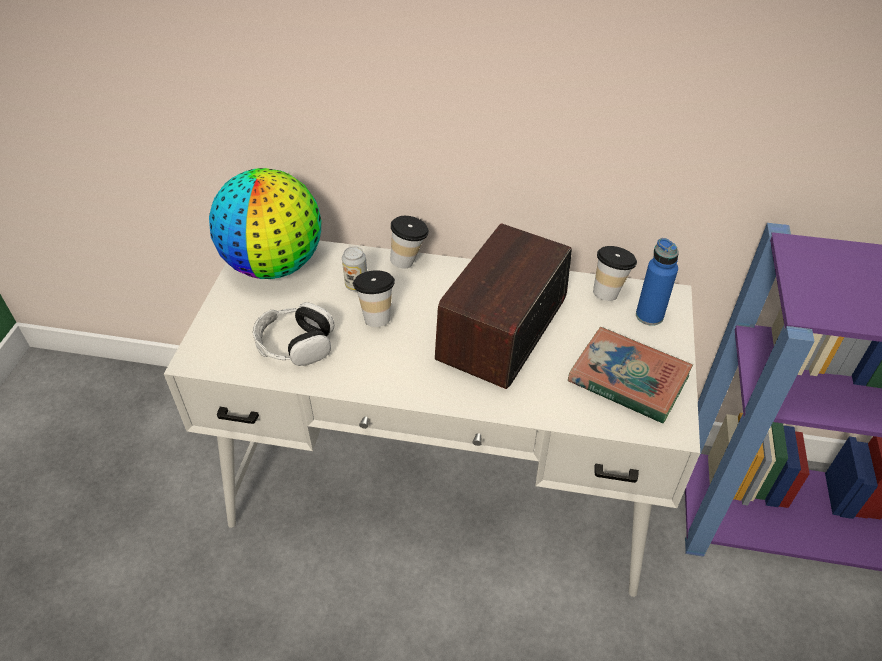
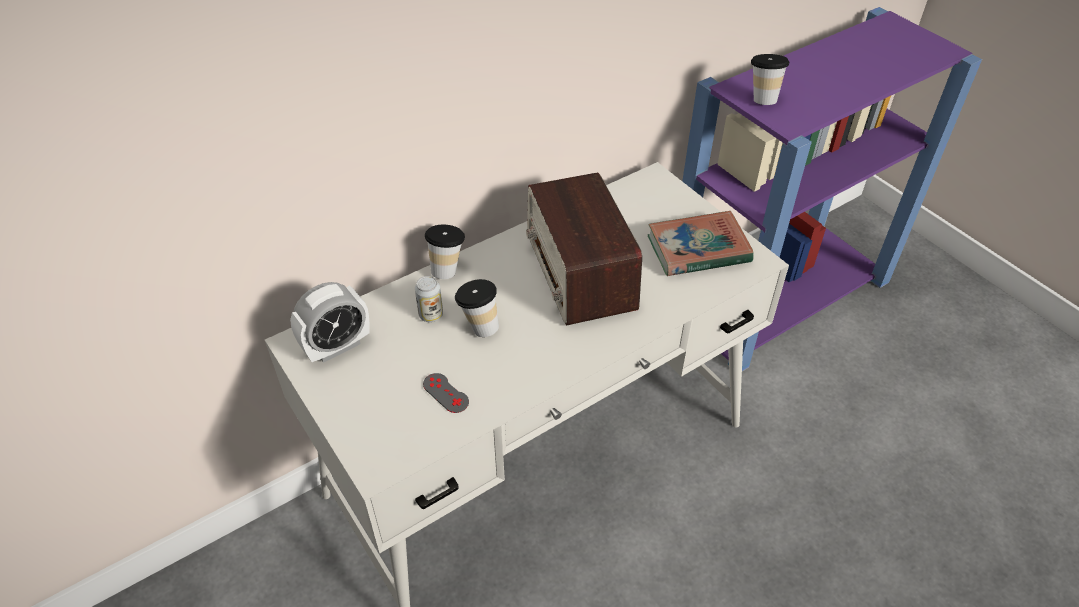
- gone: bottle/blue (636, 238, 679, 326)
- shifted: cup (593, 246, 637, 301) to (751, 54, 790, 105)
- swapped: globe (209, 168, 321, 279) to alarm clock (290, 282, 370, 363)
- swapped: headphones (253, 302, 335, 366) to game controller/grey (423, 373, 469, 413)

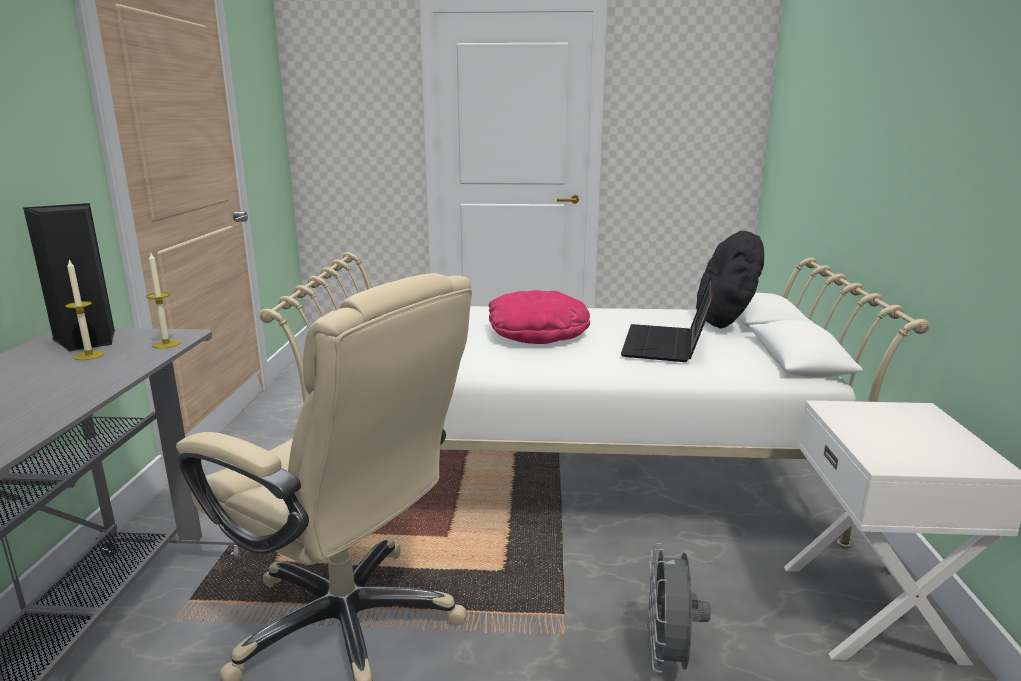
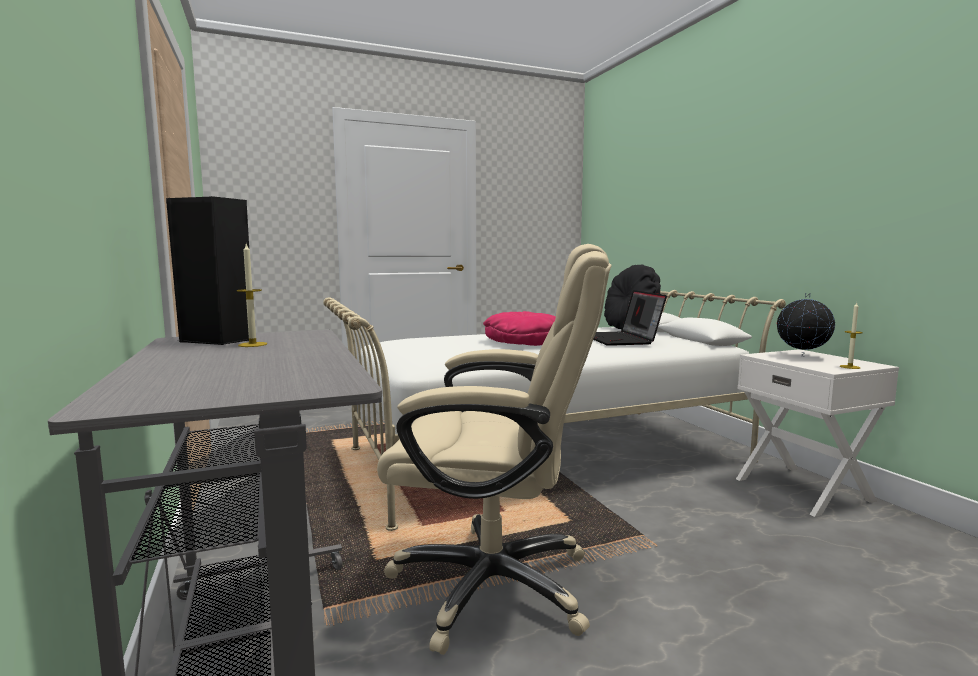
- gone: fan/grey (647, 543, 711, 673)
- new: globe (776, 293, 835, 357)
- shifted: candle (146, 253, 180, 349) to (840, 303, 863, 369)

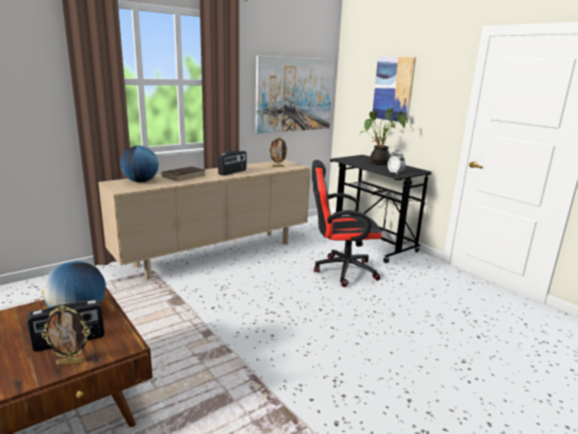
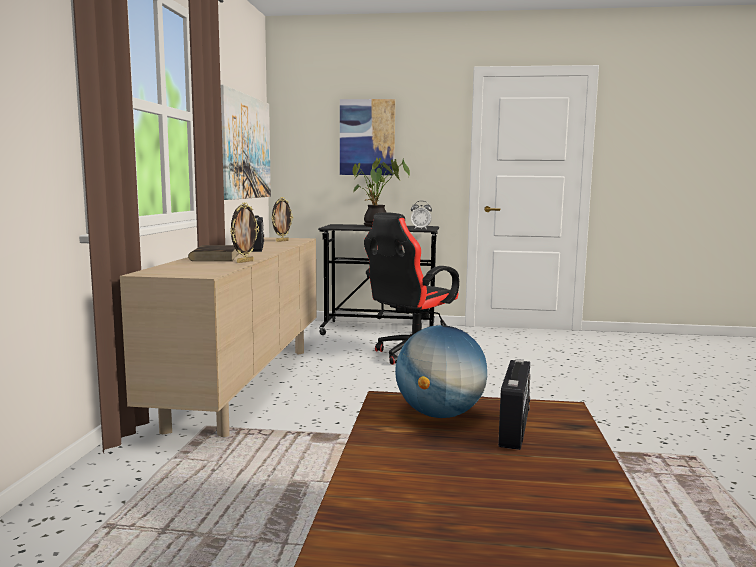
- gone: globe (120, 146, 159, 182)
- shifted: picture frame (41, 306, 90, 365) to (230, 202, 259, 263)

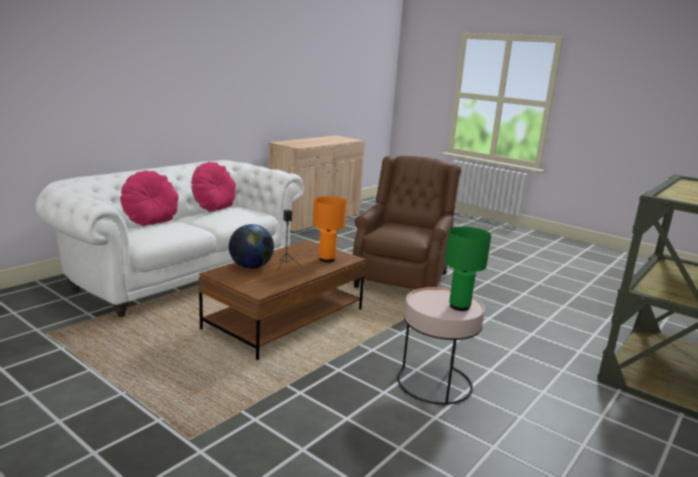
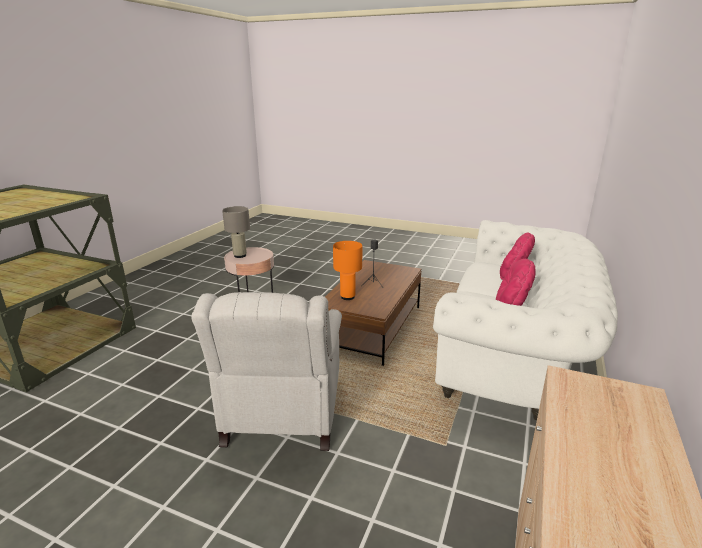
- gone: globe (229, 224, 274, 269)
- repainted: armchair/brown (353, 156, 461, 289) to armchair/white (191, 292, 342, 451)
- repainted: table lamp/green (445, 226, 491, 311) to table lamp/grey (222, 206, 250, 258)

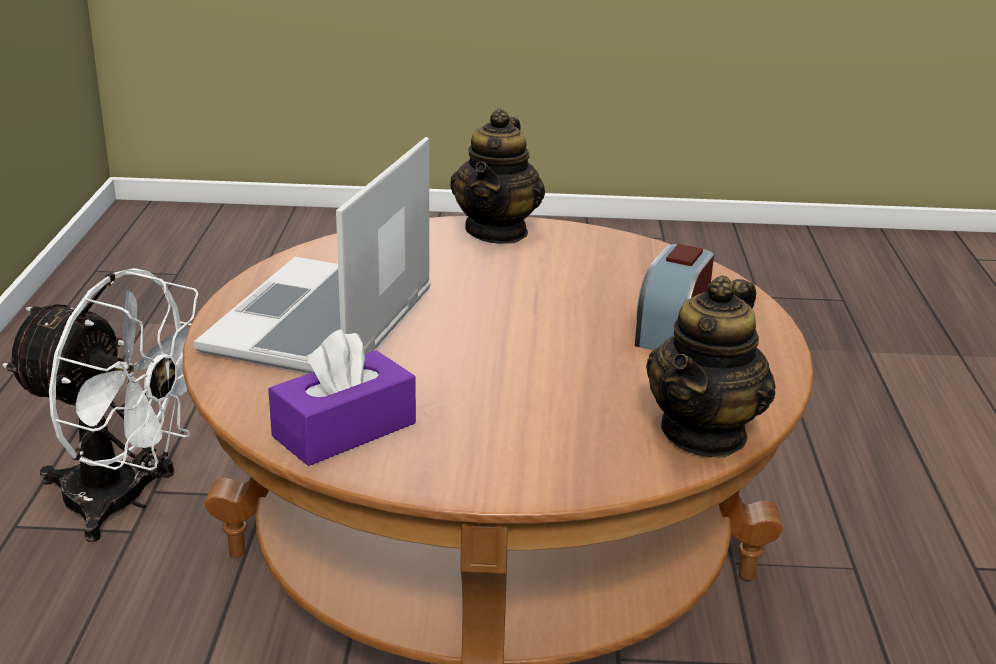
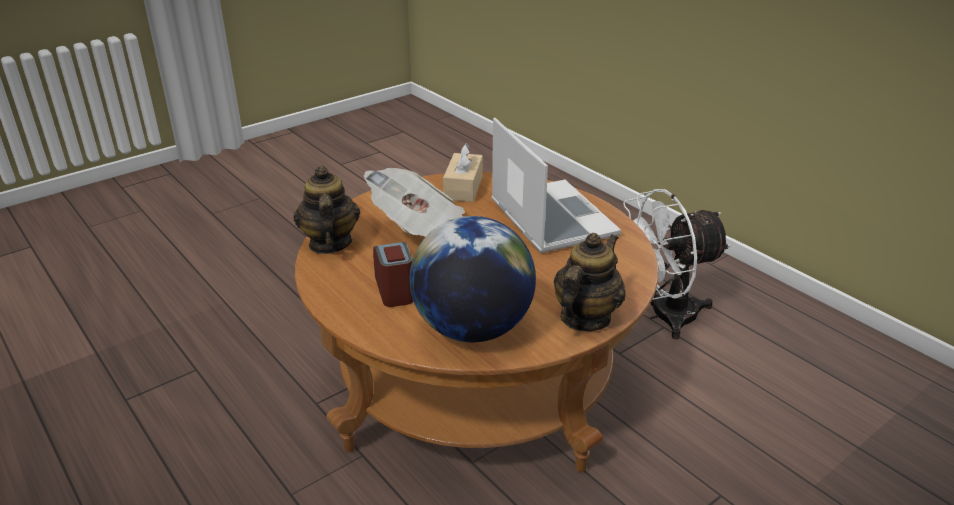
- new: newspaper (364, 168, 465, 237)
- new: globe (410, 216, 536, 342)
- repainted: tissue box/purple (268, 329, 416, 466) to tissue box/beige (443, 144, 483, 202)
- rotated: teapot (450, 108, 545, 244) = (554, 233, 626, 331) 60 degrees clockwise

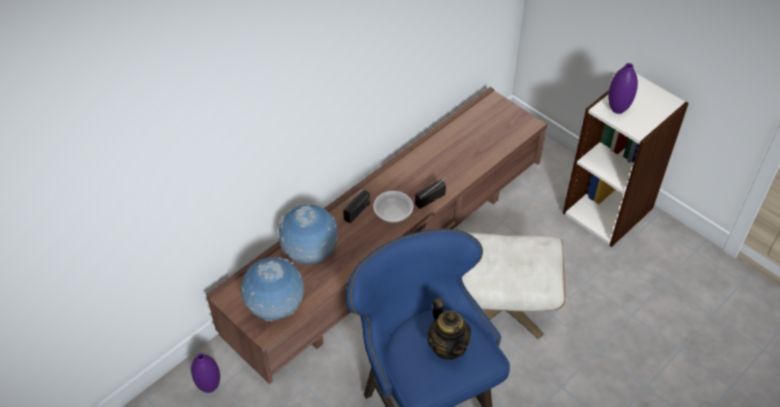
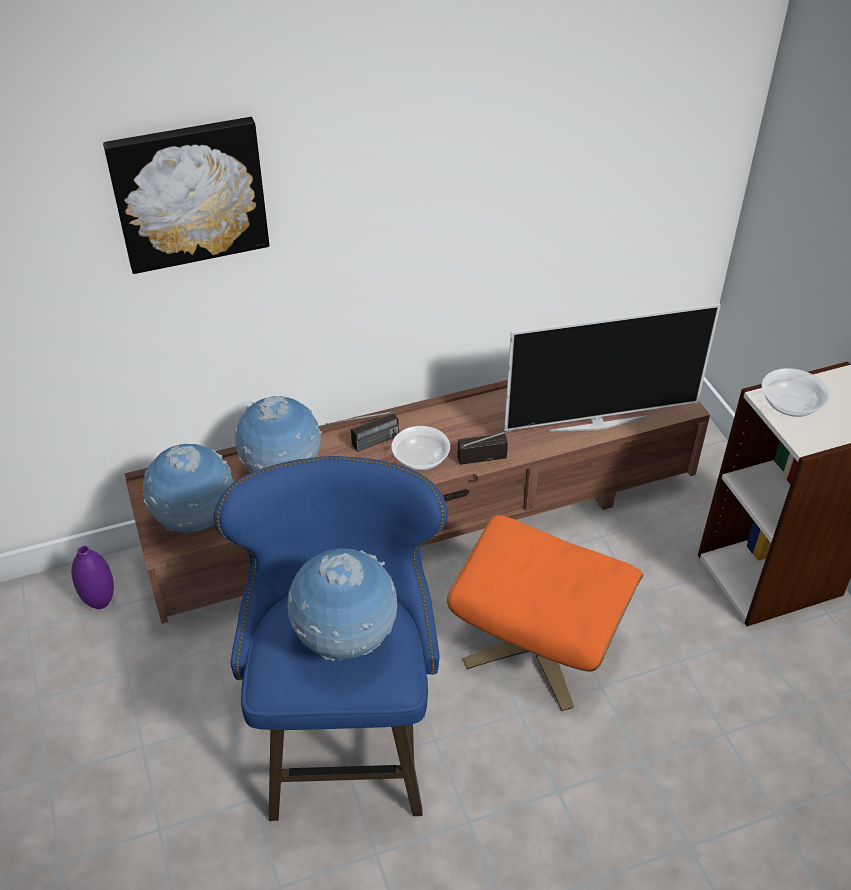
- new: picture (103, 117, 269, 274)
- new: television (504, 304, 721, 432)
- swapped: teapot (427, 298, 471, 360) to globe (287, 548, 397, 661)
- swapped: vase/purple (608, 63, 638, 114) to bowl (762, 368, 829, 417)
- repainted: ottoman/beige (462, 233, 565, 339) to ottoman/orange (447, 515, 643, 711)

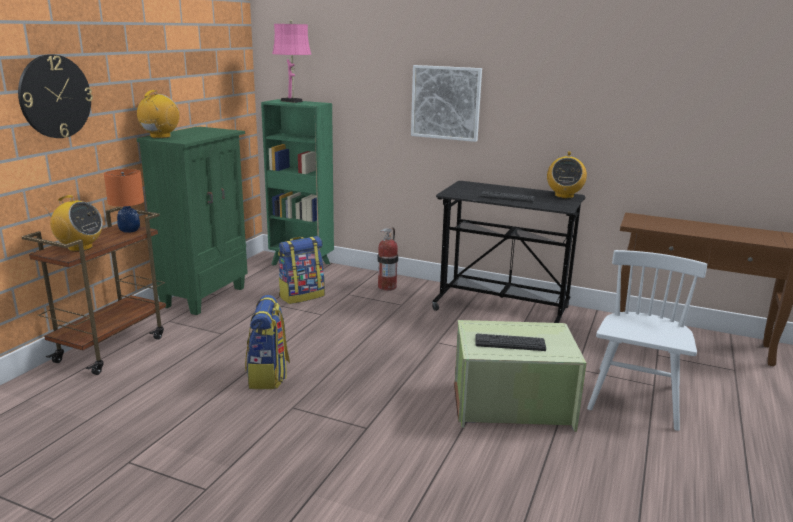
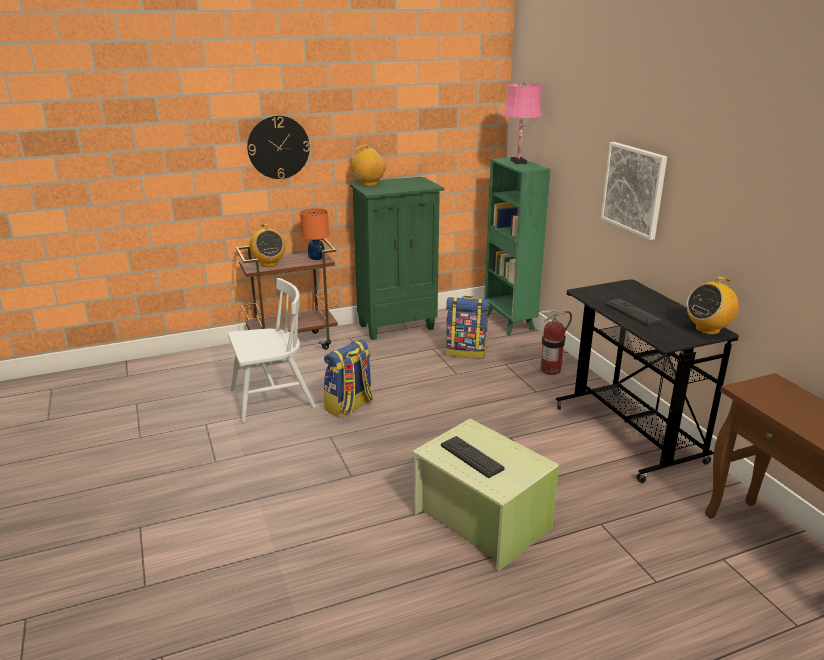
- shifted: chair/white (587, 250, 707, 431) to (228, 278, 316, 423)

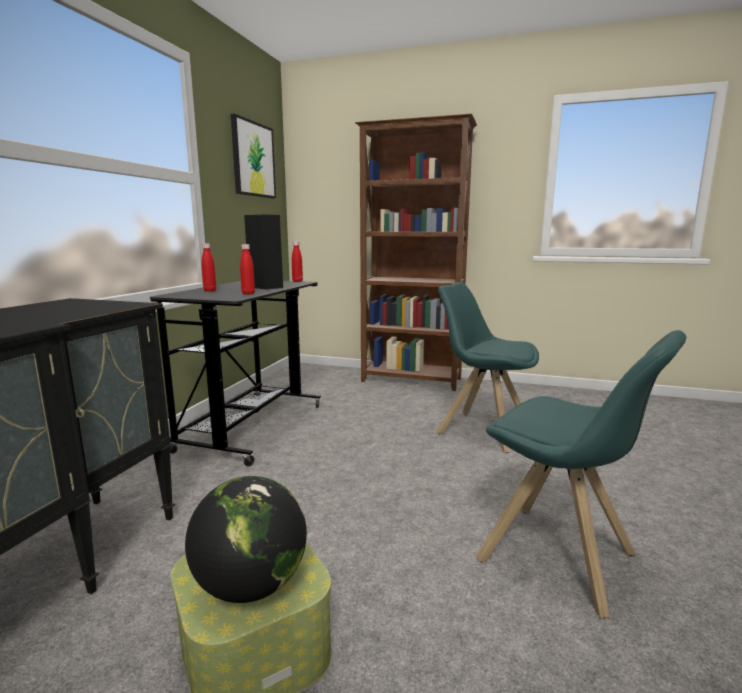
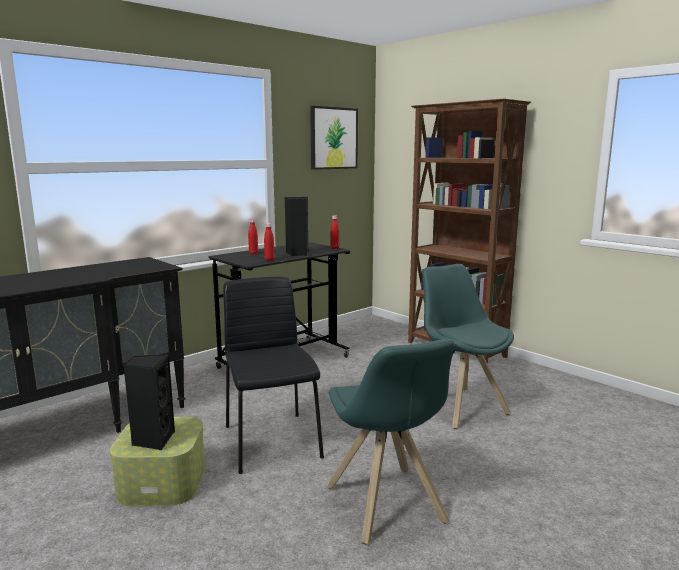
- new: chair/black (223, 277, 324, 474)
- swapped: globe (185, 476, 307, 603) to speaker/black (124, 354, 175, 450)

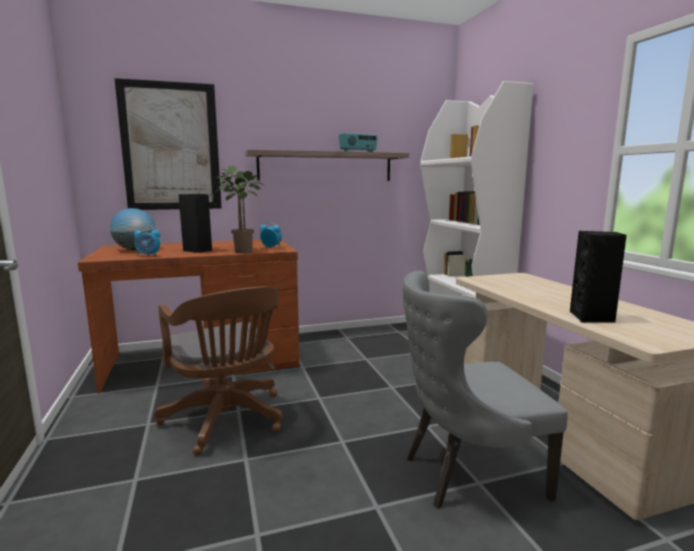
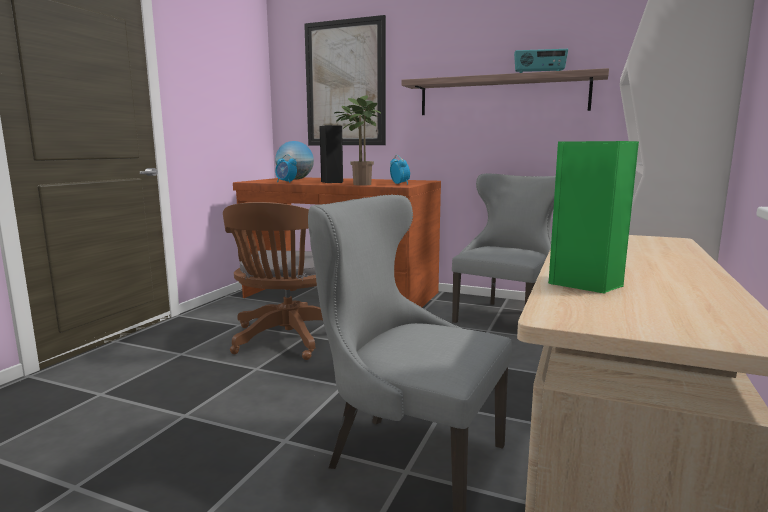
- new: chair/grey (452, 173, 556, 323)
- repainted: speaker/black (570, 231, 627, 323) to speaker/green (549, 141, 639, 294)

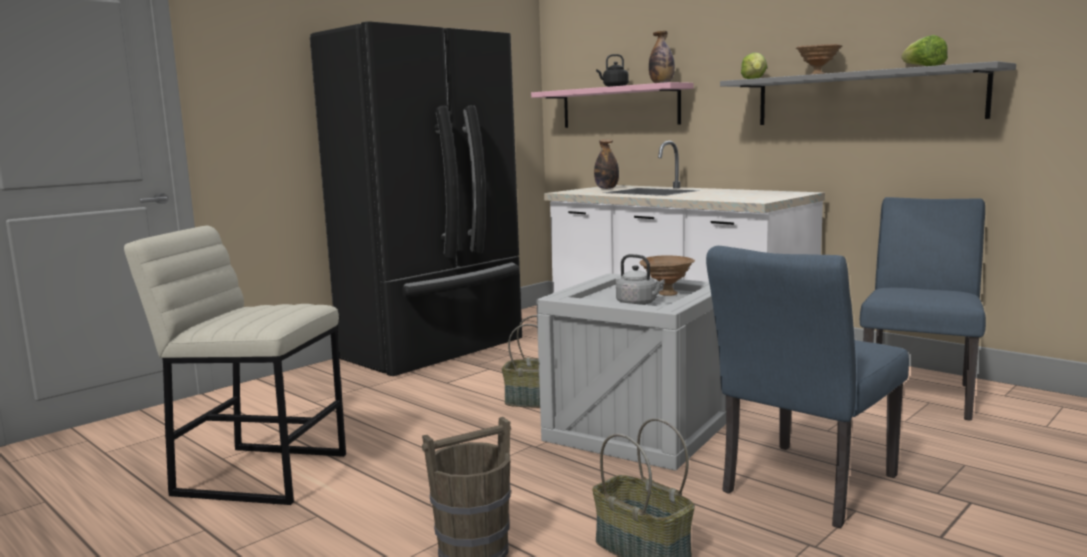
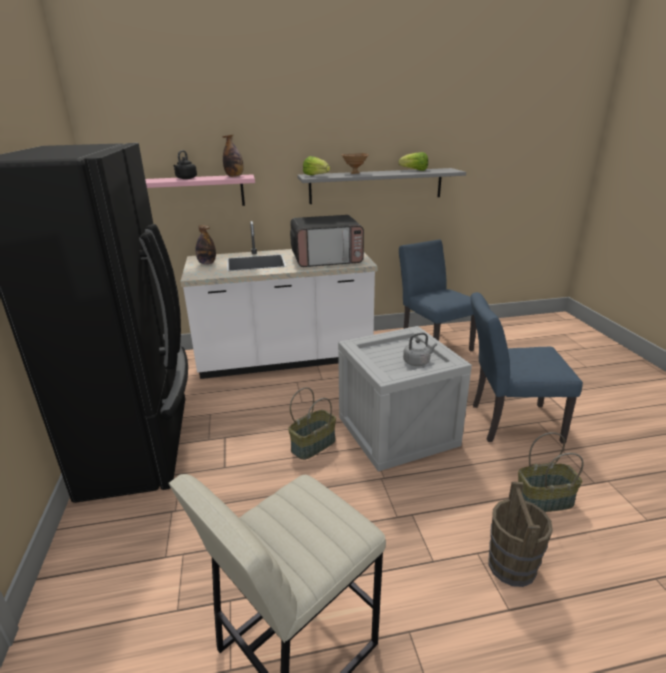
- gone: bowl/brown (640, 255, 695, 296)
- new: microwave (290, 215, 364, 267)
- rotated: chair/blue (706, 246, 909, 528) = (471, 292, 583, 443) 105 degrees clockwise

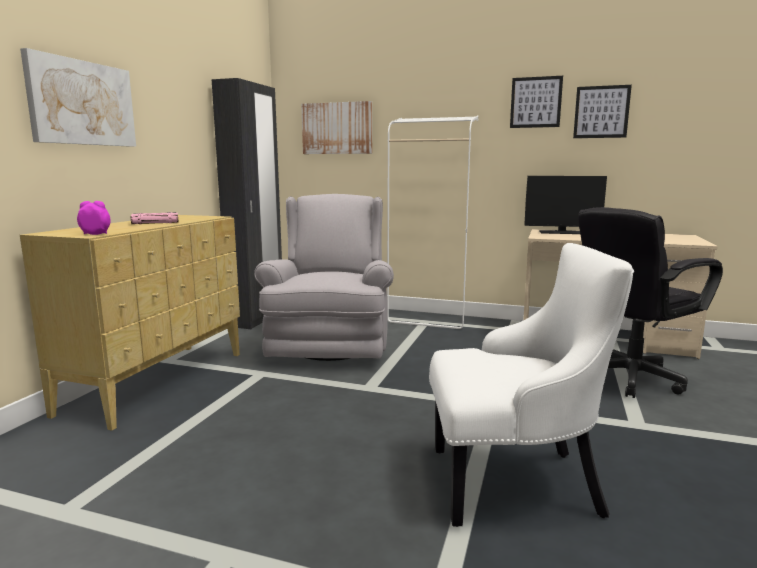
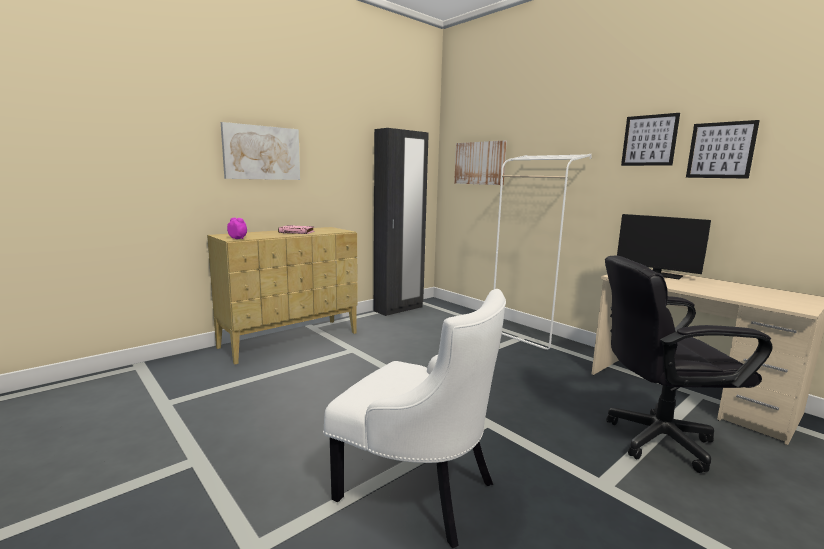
- gone: armchair/grey (254, 194, 394, 361)

